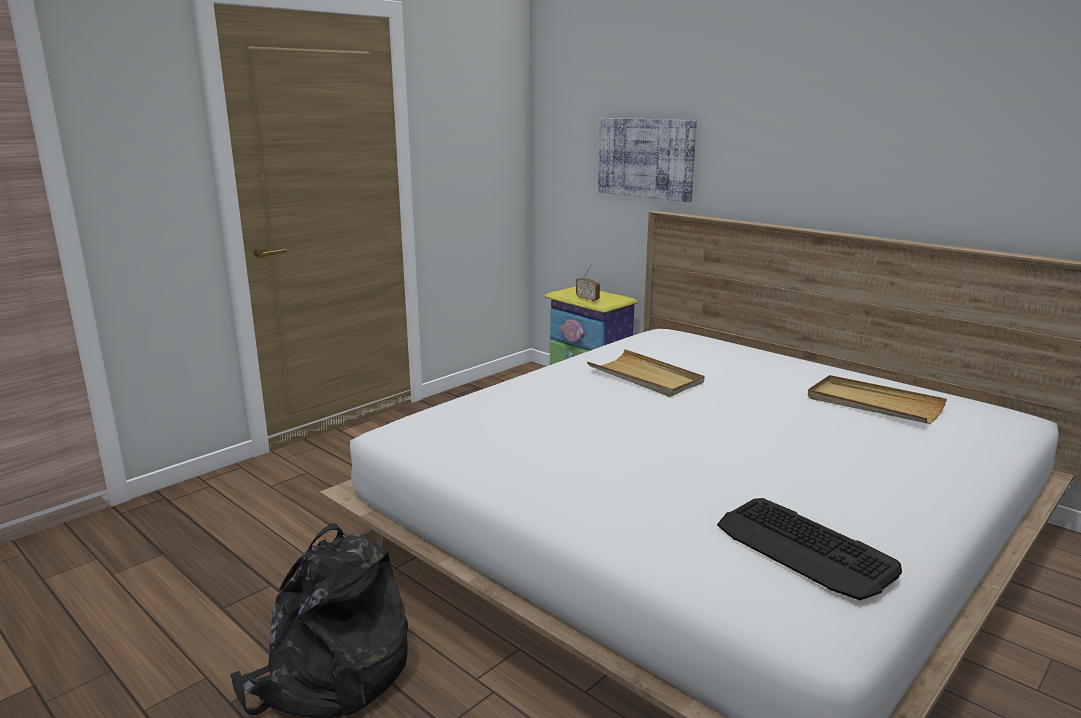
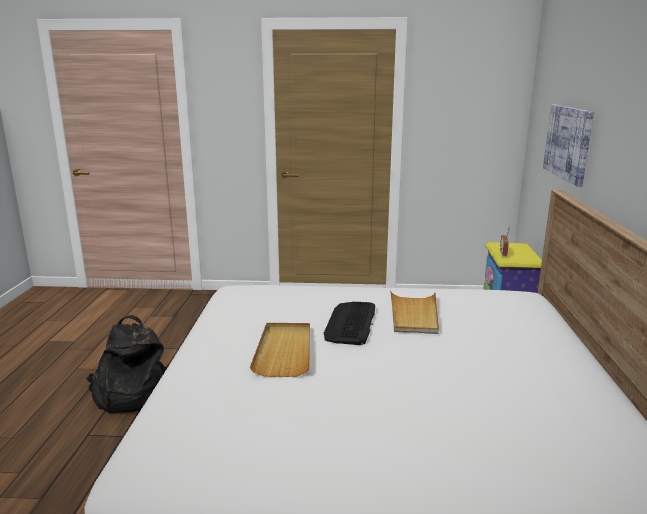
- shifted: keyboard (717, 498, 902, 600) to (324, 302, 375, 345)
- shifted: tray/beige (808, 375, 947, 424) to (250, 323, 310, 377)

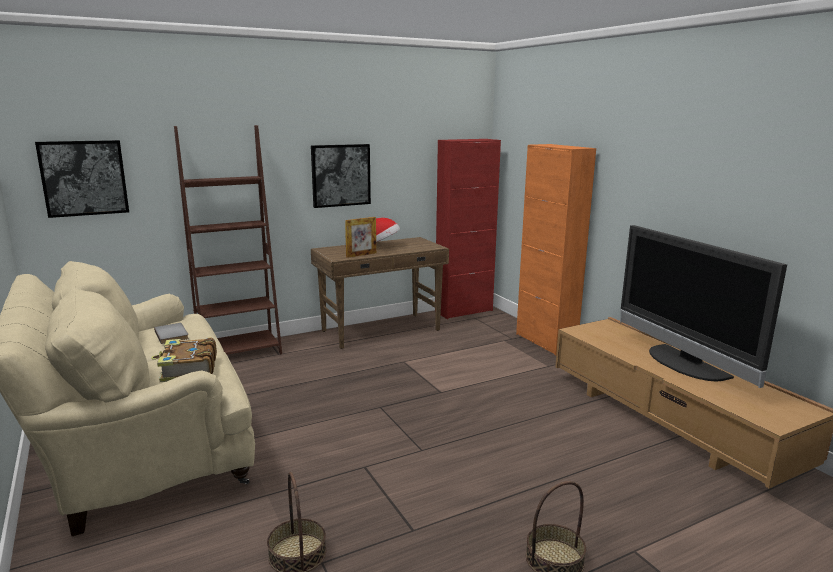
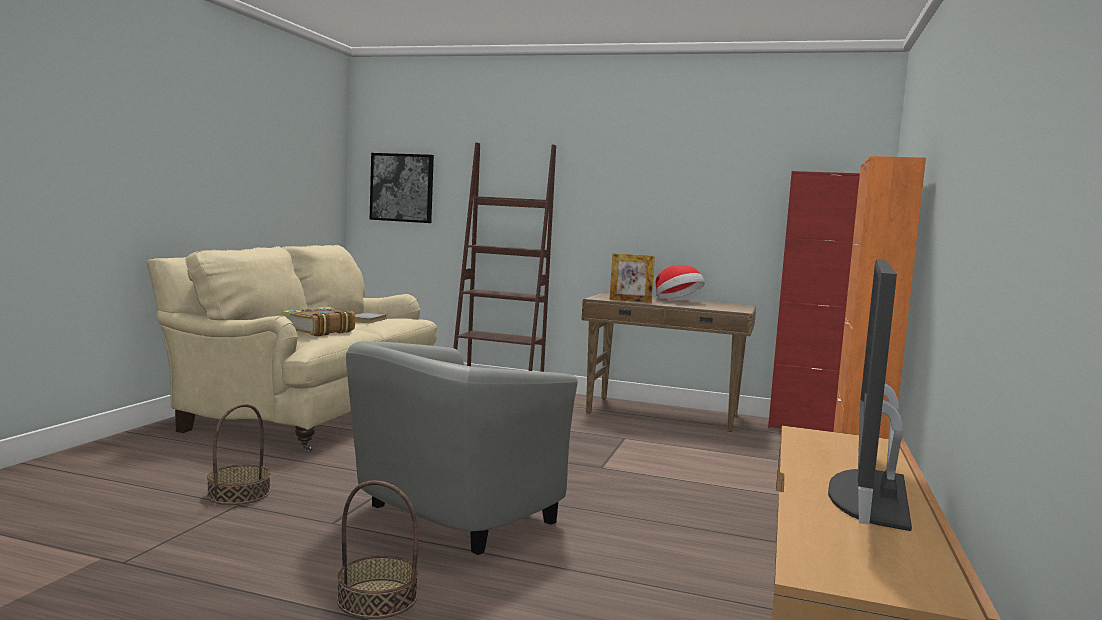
- gone: picture (311, 144, 371, 208)
- new: armchair/grey (346, 341, 578, 555)

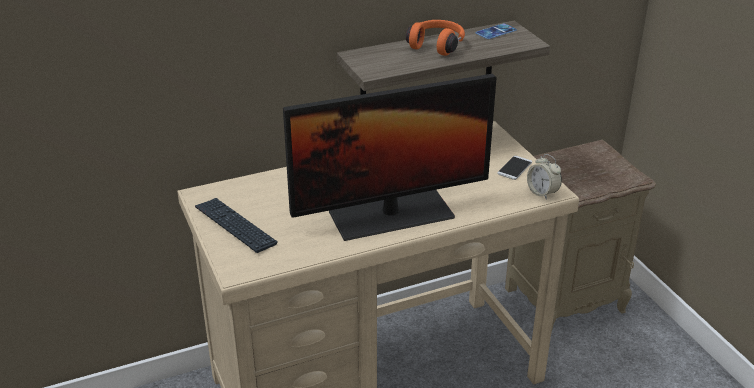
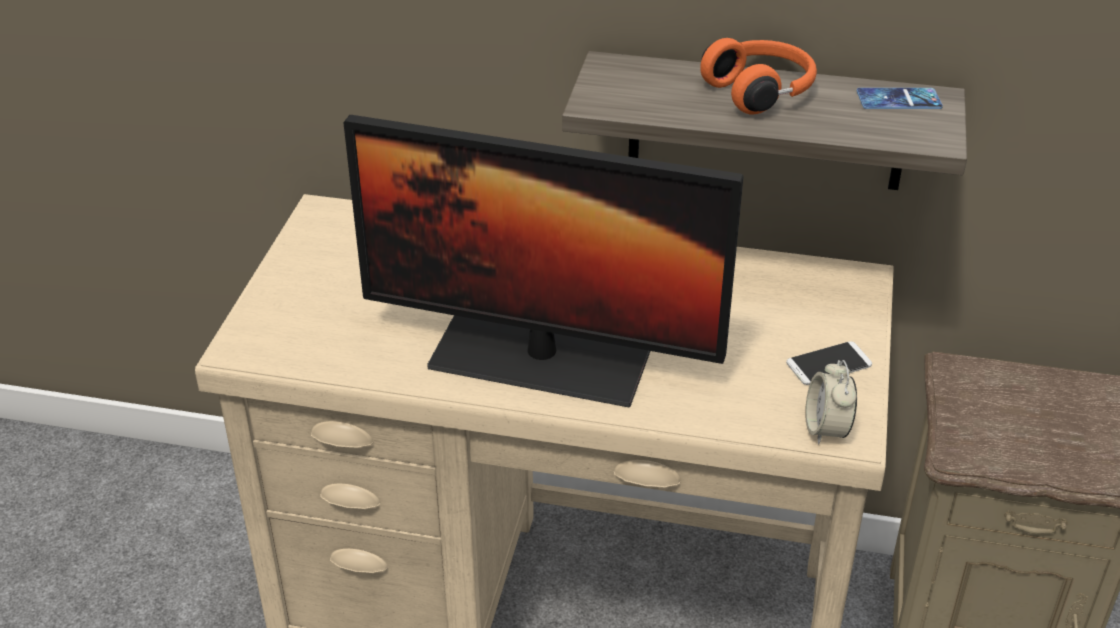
- gone: keyboard (195, 198, 278, 253)

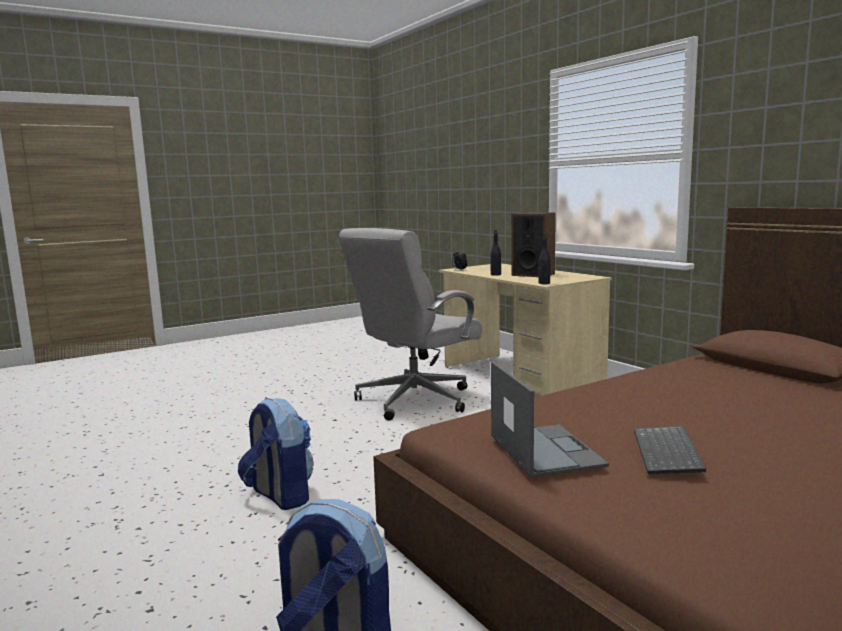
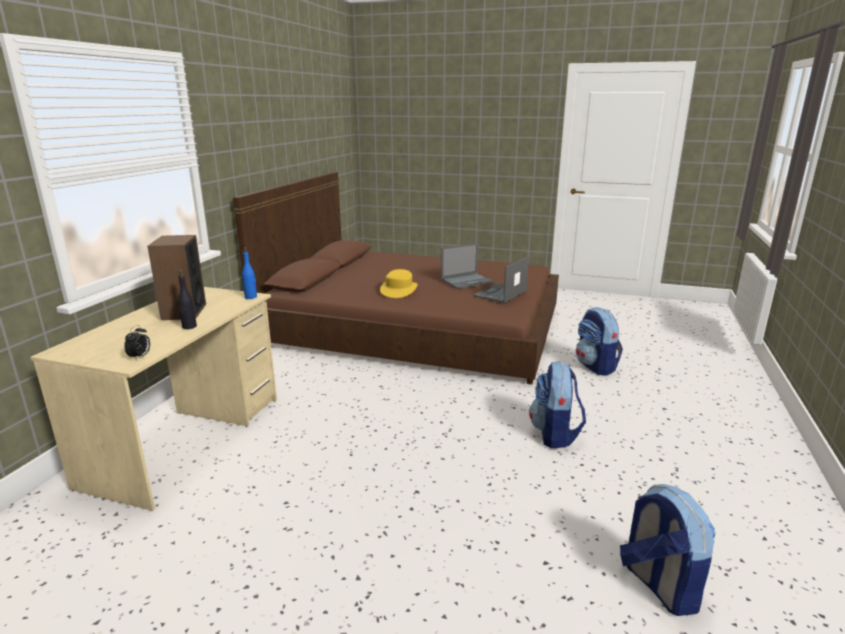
- gone: office chair/grey (339, 228, 482, 420)
- new: hat/yellow (380, 269, 418, 298)
- new: backpack (620, 484, 715, 616)
- swapped: keyboard (634, 426, 706, 474) to laptop (441, 243, 494, 289)
- repainted: bottle/black (538, 233, 551, 284) to bottle/blue (242, 247, 257, 299)

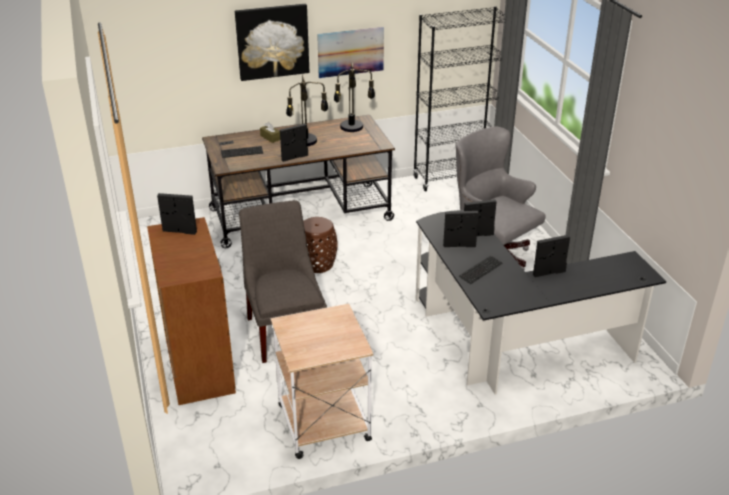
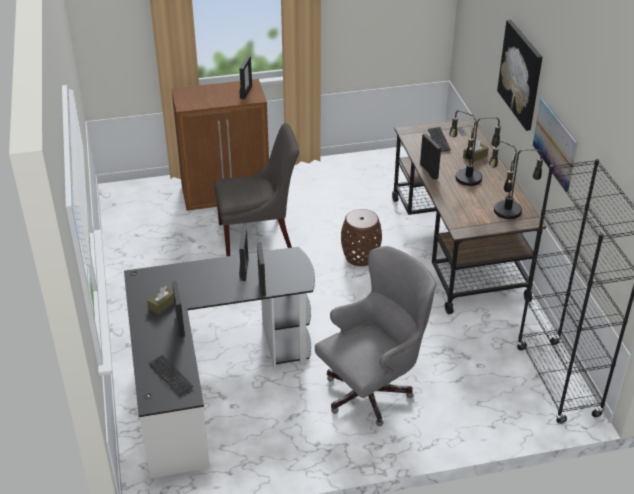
- gone: cart/beige (271, 303, 374, 459)
- new: tissue box/brown (147, 286, 174, 315)
- shifted: keyboard (459, 256, 502, 284) to (148, 354, 193, 396)

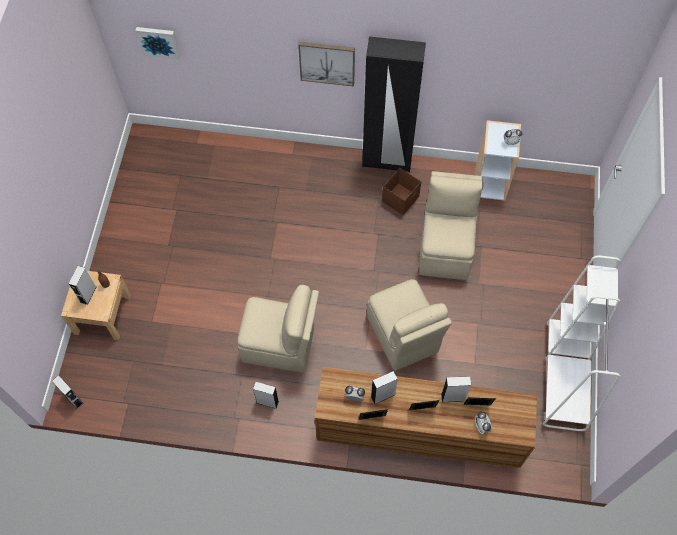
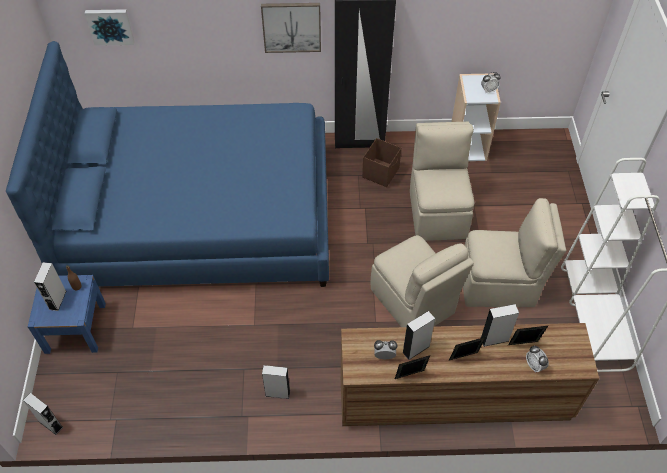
- new: bed/blue (6, 41, 329, 287)
- shifted: chair/beige (238, 285, 319, 372) to (463, 198, 566, 307)
- repainted: nightstand/beige (61, 269, 131, 340) to nightstand/blue (28, 275, 106, 354)

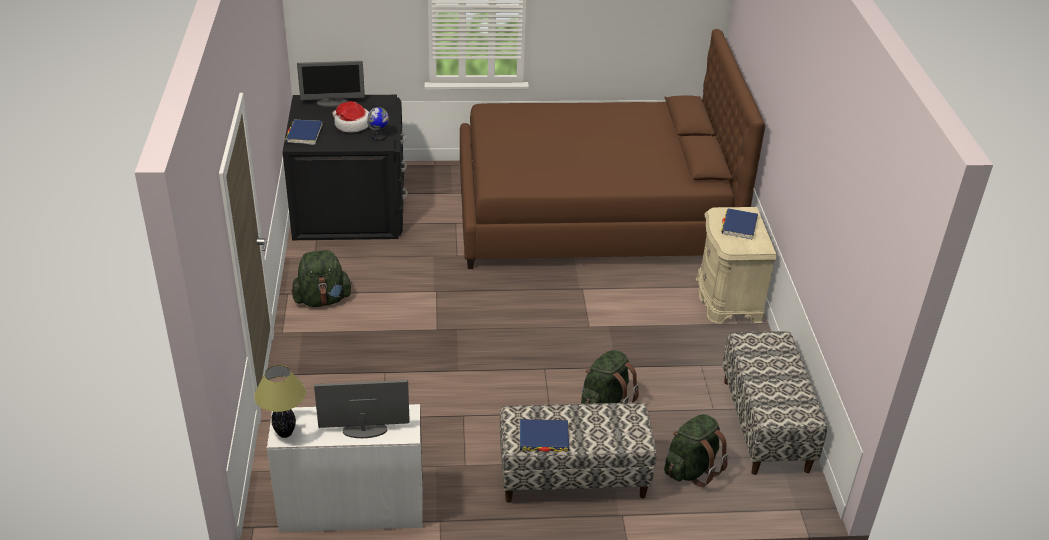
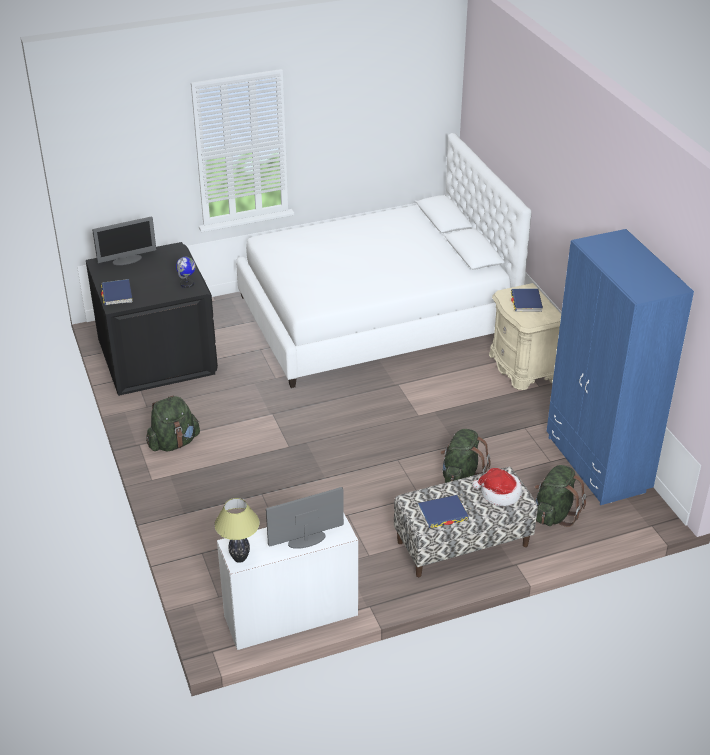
- shifted: hat (332, 101, 369, 133) to (472, 468, 522, 506)
- swapped: bench (722, 331, 827, 475) to wardrobe/blue (547, 229, 694, 505)
- repainted: bed/brown (460, 29, 765, 269) to bed/white (236, 133, 532, 388)

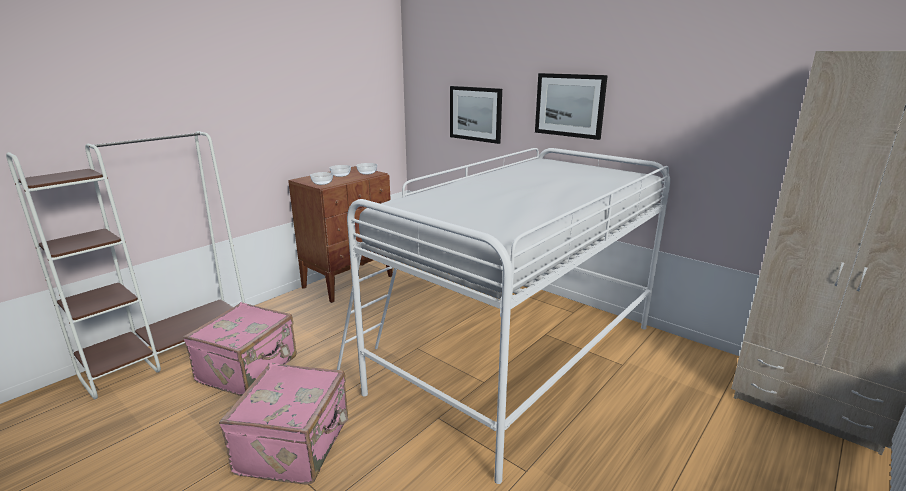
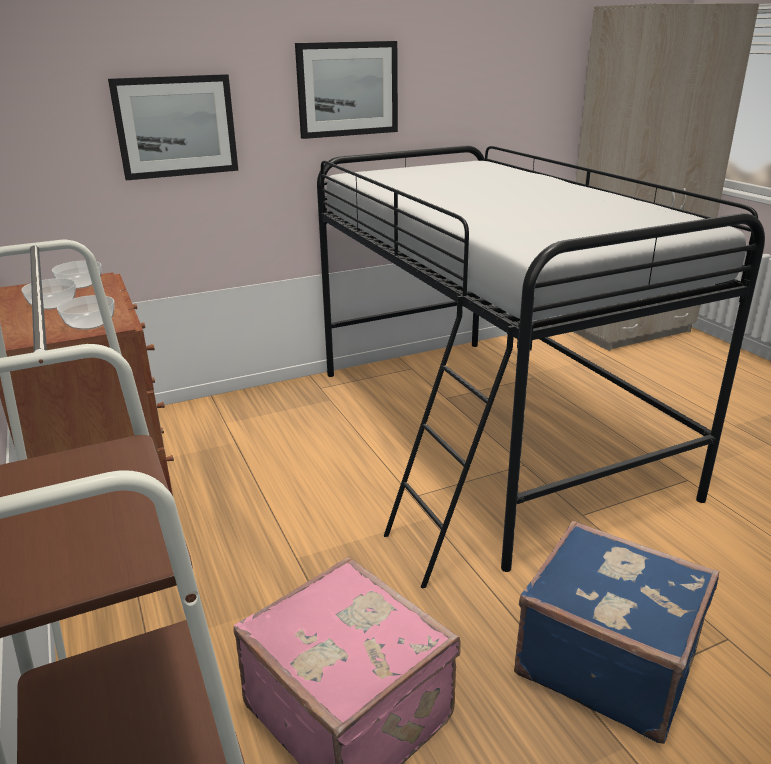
- repainted: suitcase/pink (219, 363, 348, 485) to suitcase/blue (514, 521, 720, 744)
- repainted: bed/white (337, 148, 670, 484) to bed/black (317, 146, 765, 588)

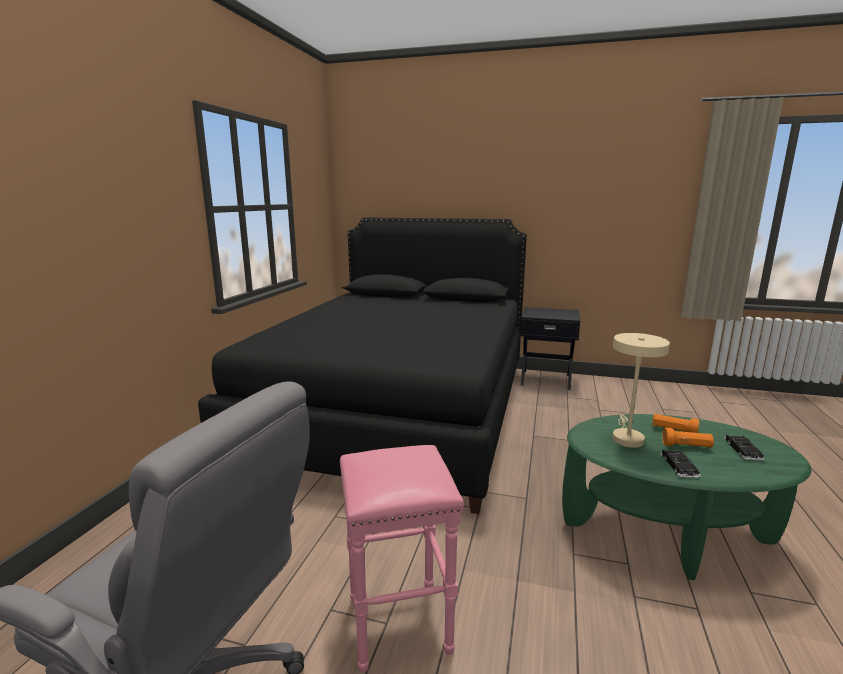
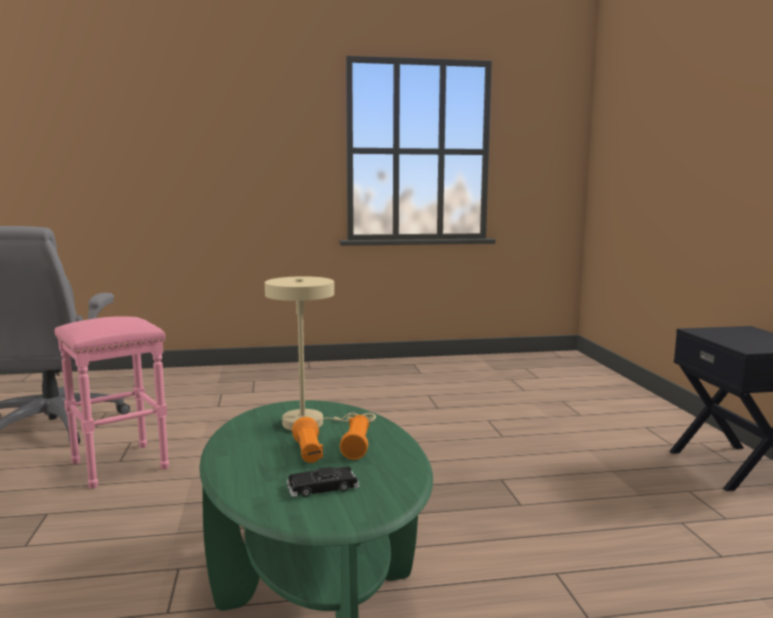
- gone: bed/black (198, 217, 527, 514)
- gone: toy car/black (661, 449, 701, 478)

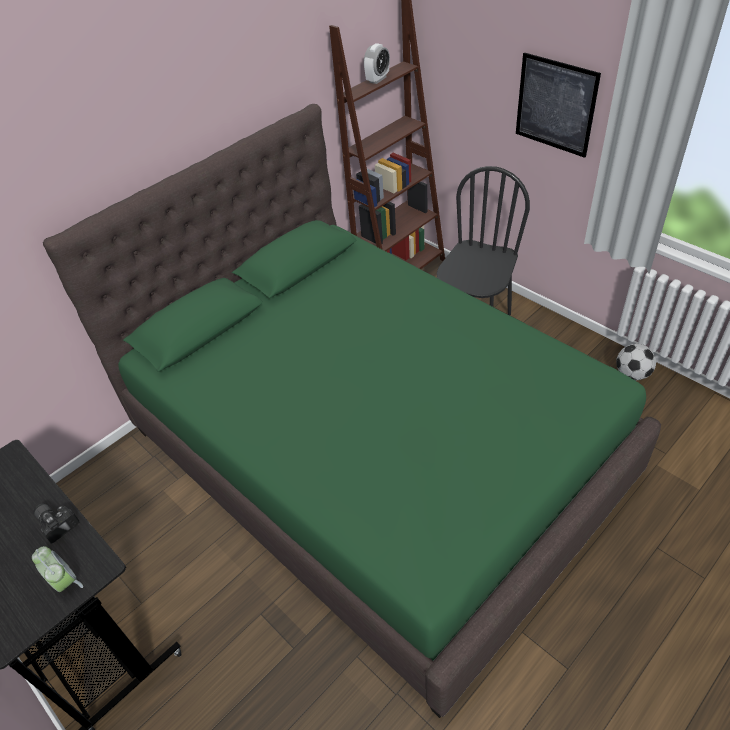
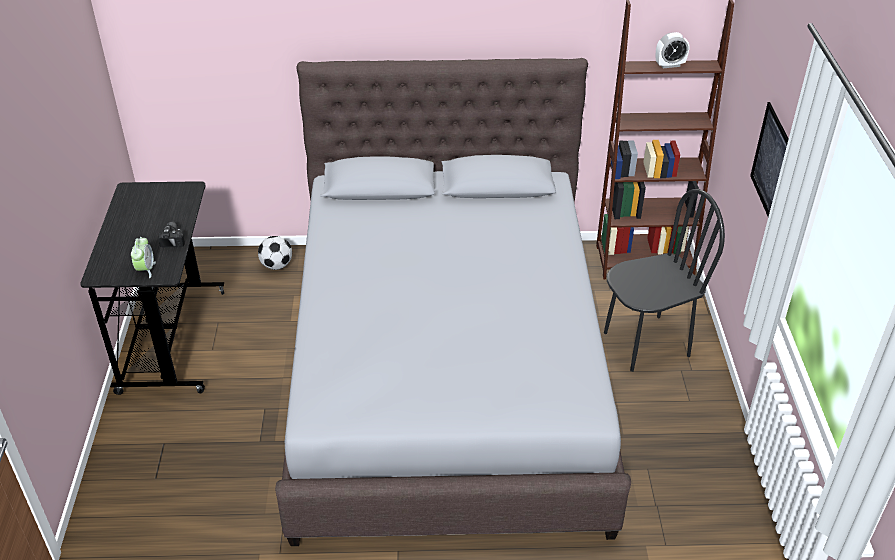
- shifted: football (616, 344, 656, 381) to (258, 236, 292, 270)
- repainted: bed/green (43, 104, 661, 718) to bed/grey (275, 58, 631, 546)

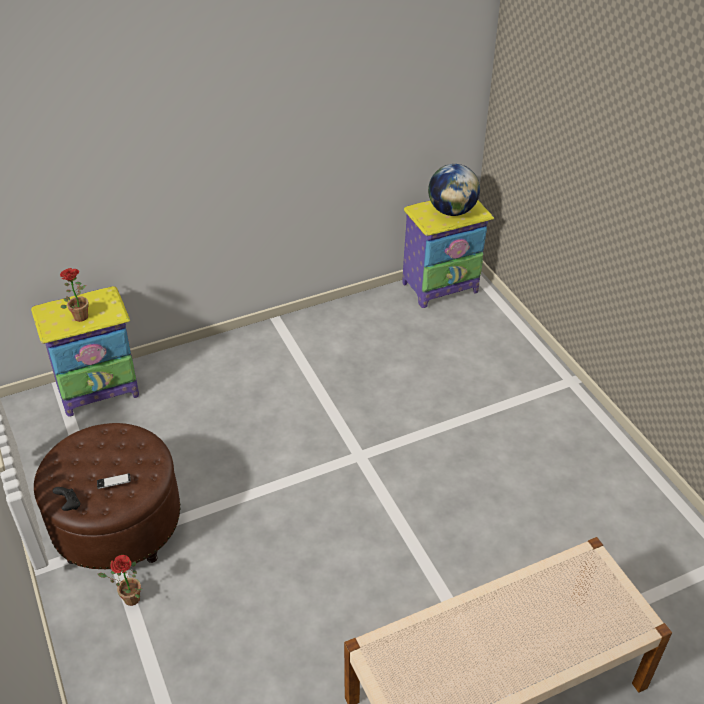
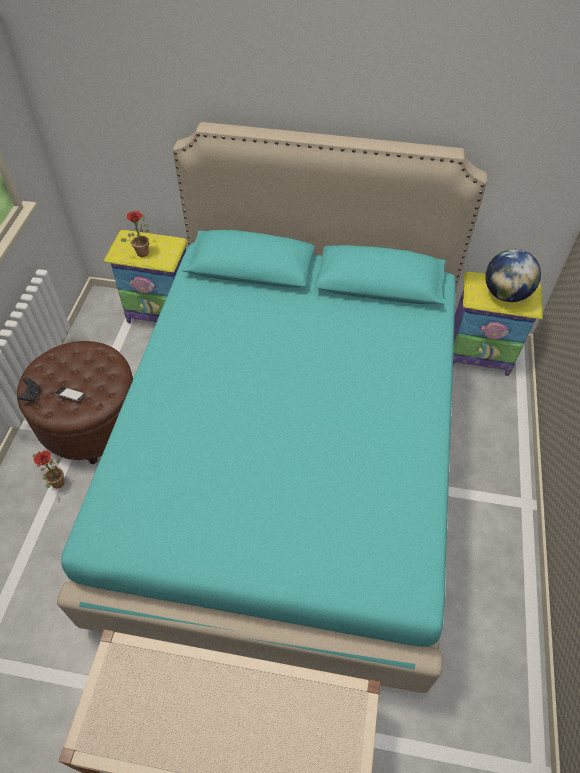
- new: bed/turquoise (57, 122, 487, 693)

